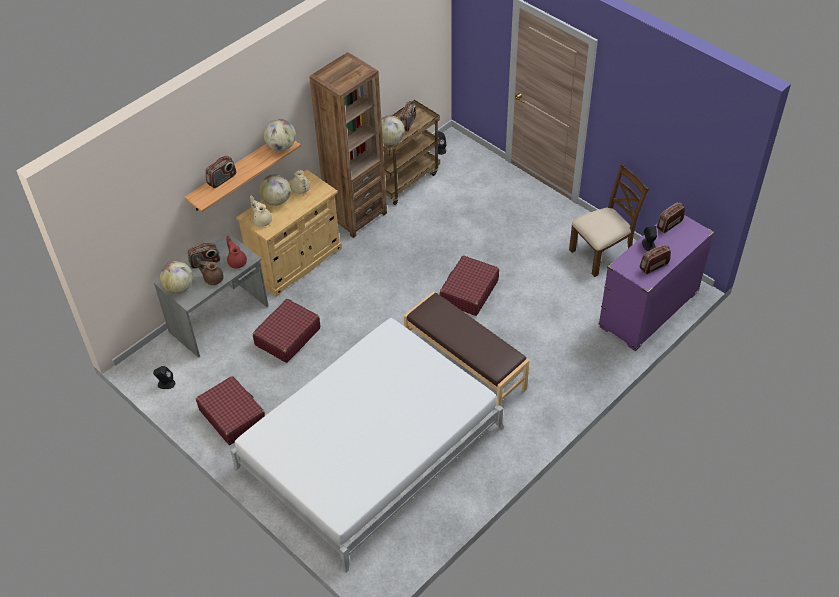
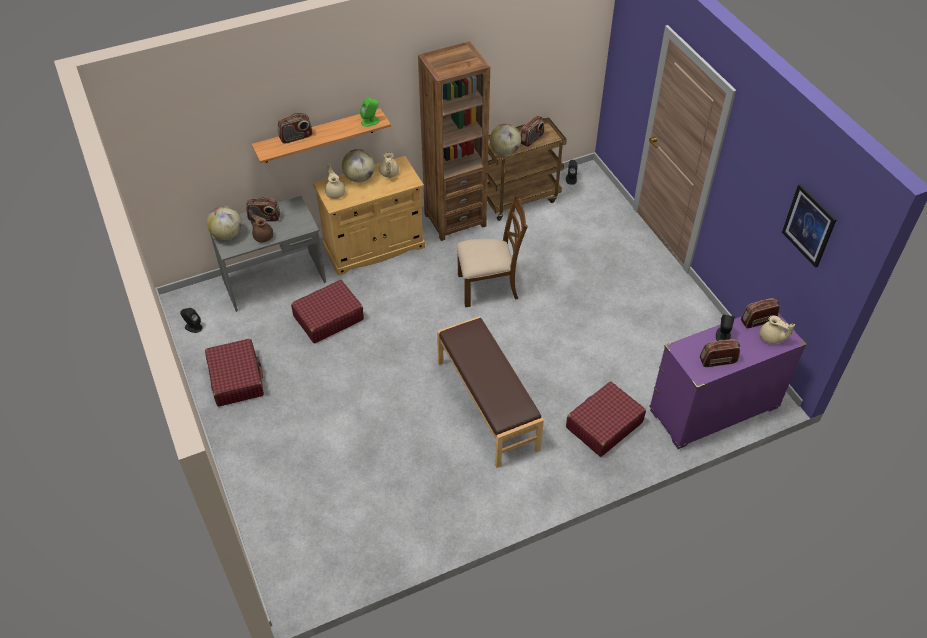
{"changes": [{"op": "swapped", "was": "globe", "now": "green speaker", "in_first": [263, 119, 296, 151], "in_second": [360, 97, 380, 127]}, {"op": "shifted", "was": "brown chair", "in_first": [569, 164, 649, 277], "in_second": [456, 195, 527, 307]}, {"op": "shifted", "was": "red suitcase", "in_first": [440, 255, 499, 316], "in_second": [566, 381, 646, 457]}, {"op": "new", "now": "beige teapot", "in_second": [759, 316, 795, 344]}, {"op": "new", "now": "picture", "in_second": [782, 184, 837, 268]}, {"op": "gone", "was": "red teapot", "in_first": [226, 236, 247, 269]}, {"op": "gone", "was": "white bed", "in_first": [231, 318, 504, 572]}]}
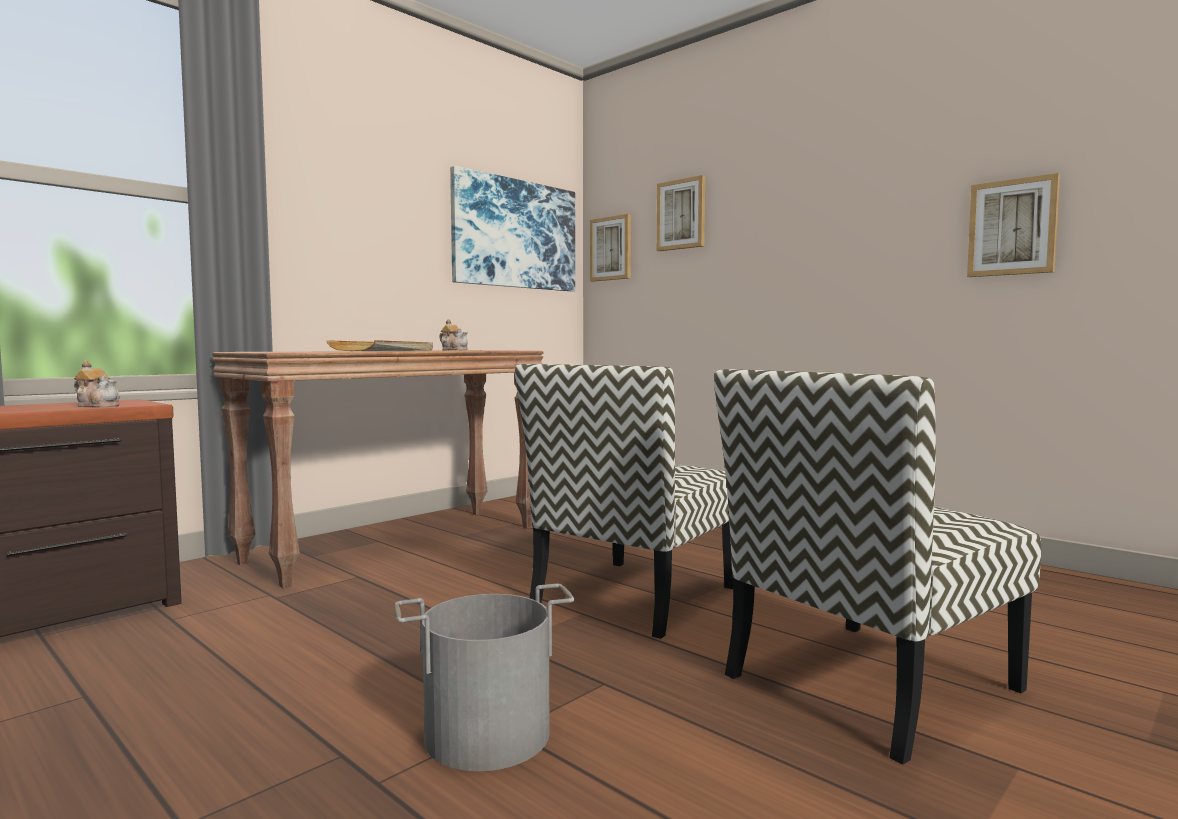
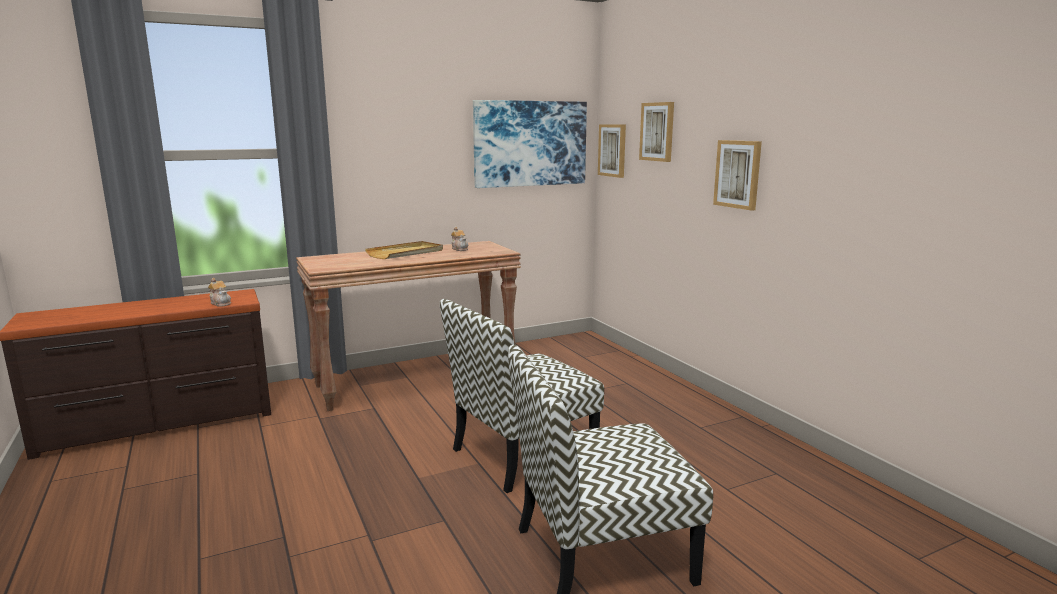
{"changes": [{"op": "shifted", "was": "picture", "in_first": [967, 173, 1060, 277], "in_second": [713, 140, 762, 211]}, {"op": "gone", "was": "grey bucket", "in_first": [394, 584, 575, 771]}]}
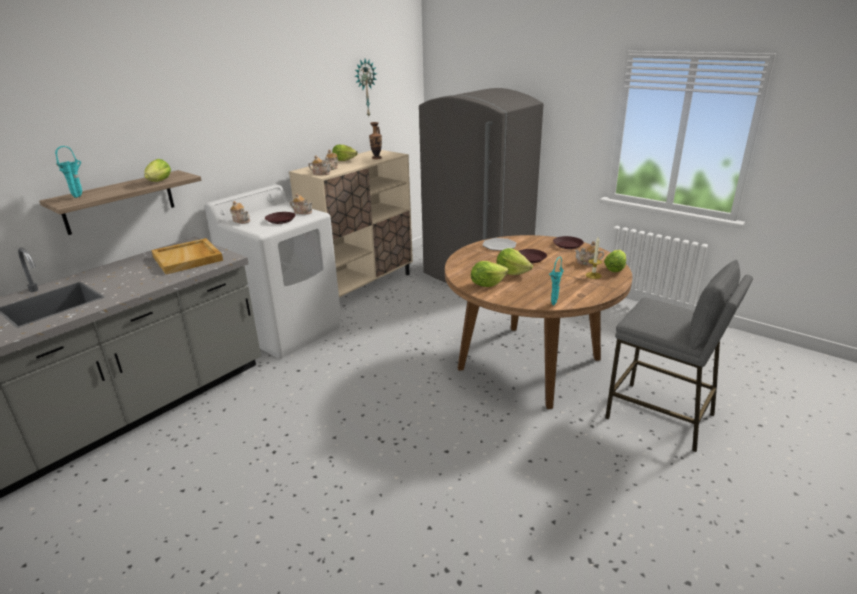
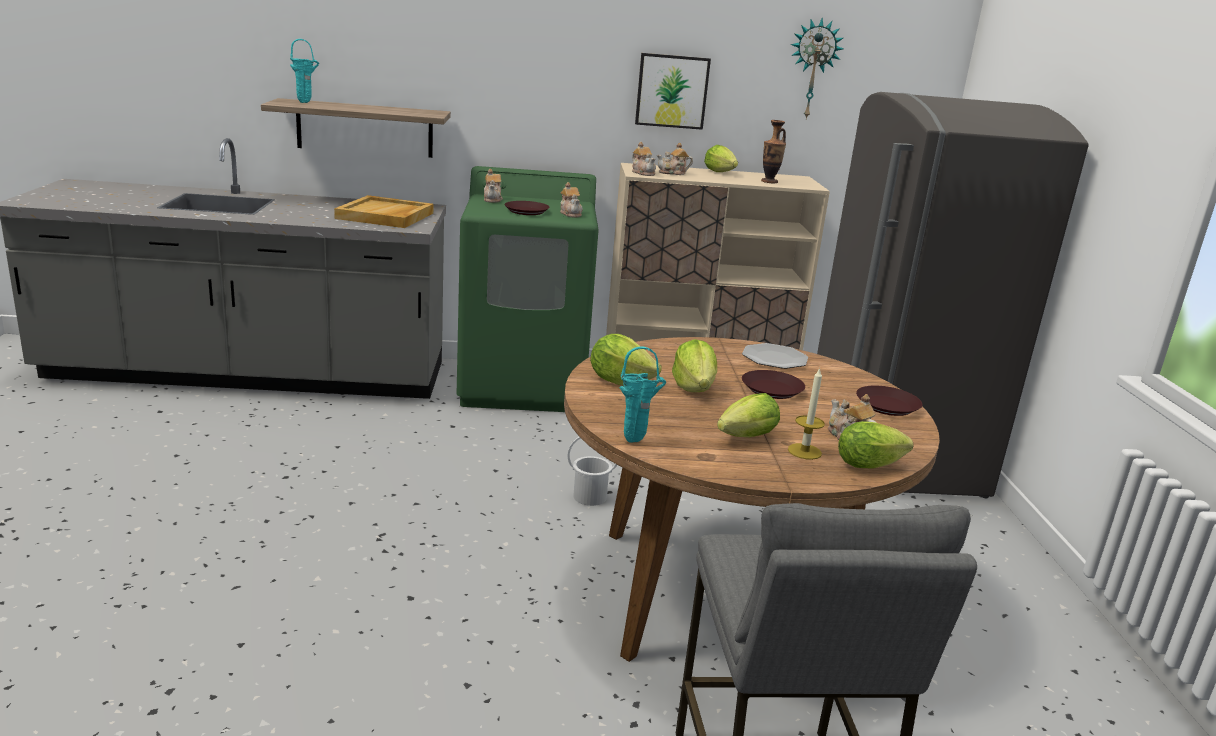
{"changes": [{"op": "repainted", "was": "white washing machine", "now": "green washing machine", "in_first": [205, 184, 341, 359], "in_second": [457, 166, 599, 412]}, {"op": "new", "now": "white bucket", "in_second": [568, 437, 617, 506]}, {"op": "new", "now": "picture", "in_second": [635, 53, 711, 130]}, {"op": "shifted", "was": "lettuce", "in_first": [144, 159, 171, 182], "in_second": [717, 393, 780, 437]}]}
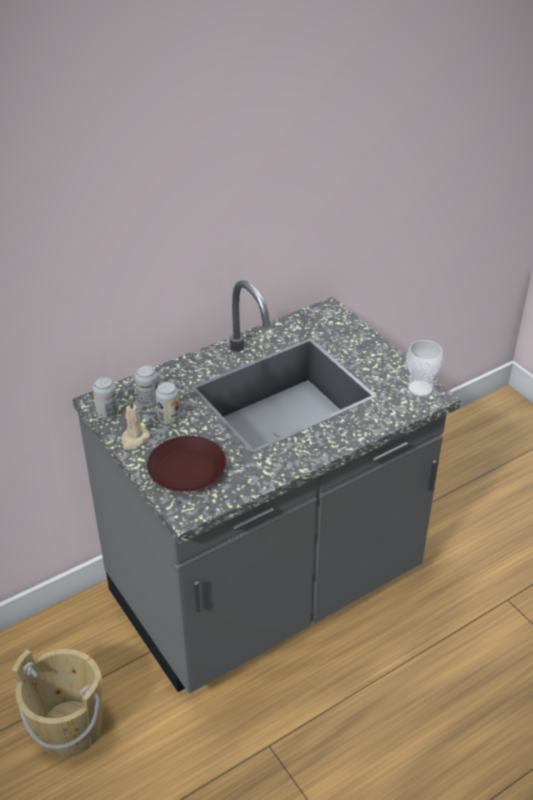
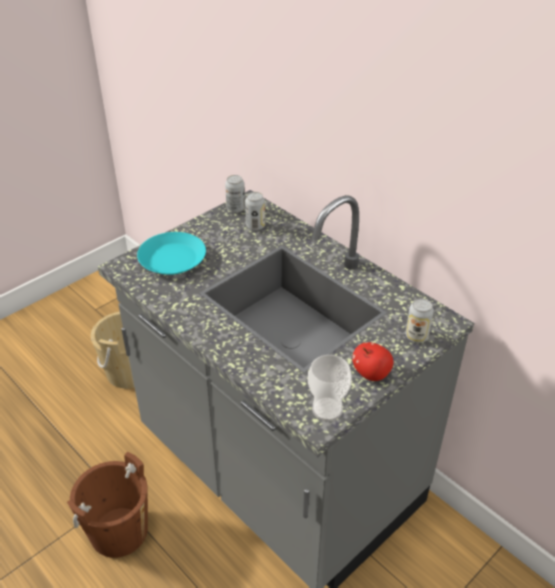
{"changes": [{"op": "new", "now": "brown bucket", "in_second": [67, 452, 148, 558]}, {"op": "repainted", "was": "brown plate", "now": "turquoise plate", "in_first": [147, 436, 226, 492], "in_second": [137, 232, 206, 275]}, {"op": "new", "now": "apple", "in_second": [352, 342, 393, 381]}, {"op": "shifted", "was": "can", "in_first": [155, 382, 180, 424], "in_second": [406, 298, 434, 343]}, {"op": "gone", "was": "beige candle", "in_first": [121, 399, 150, 450]}]}
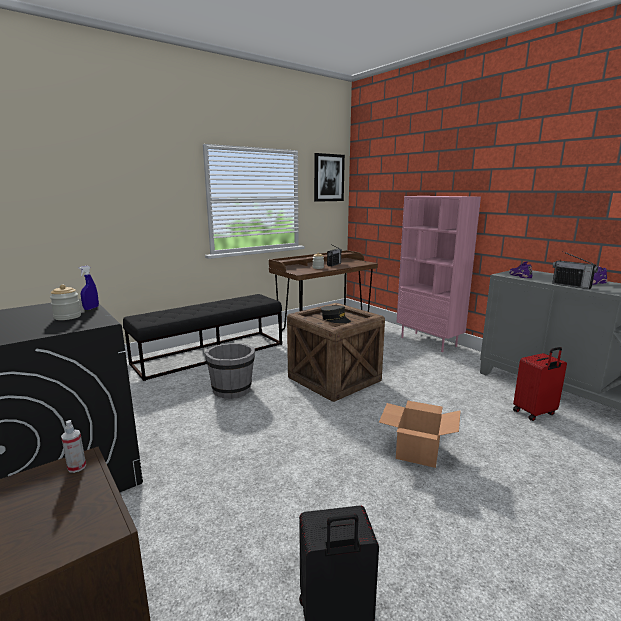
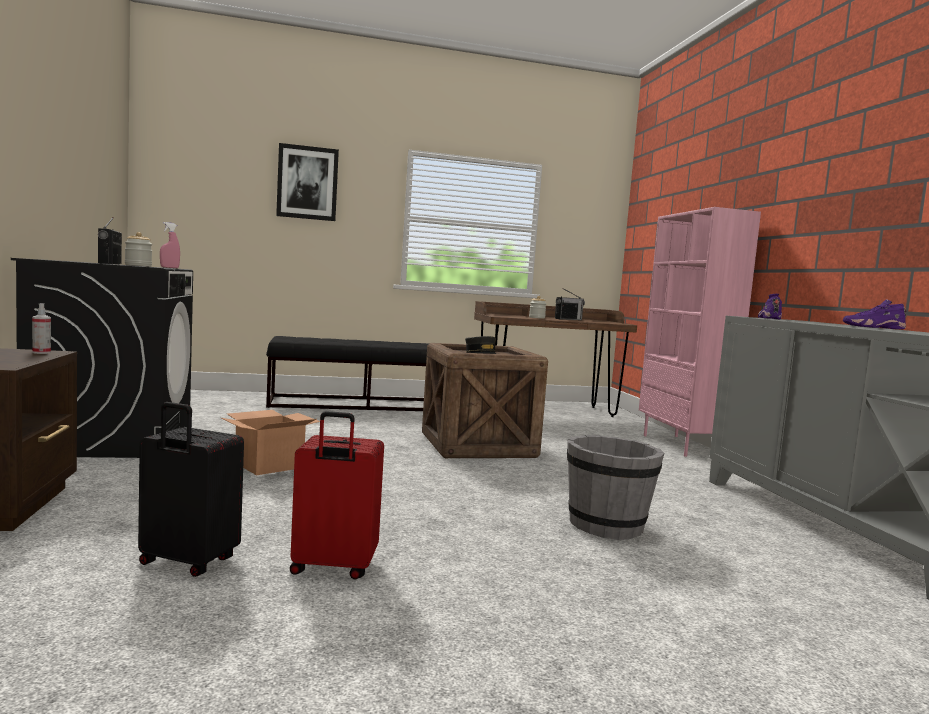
{"changes": [{"op": "shifted", "was": "radio", "in_first": [552, 251, 598, 289], "in_second": [98, 217, 122, 264]}, {"op": "repainted", "was": "blue spray bottle", "now": "pink spray bottle", "in_first": [78, 266, 99, 310], "in_second": [160, 222, 180, 268]}, {"op": "shifted", "was": "cardboard box", "in_first": [379, 400, 461, 468], "in_second": [221, 410, 320, 475]}, {"op": "shifted", "was": "picture", "in_first": [314, 153, 345, 202], "in_second": [276, 143, 339, 221]}, {"op": "shifted", "was": "red suitcase", "in_first": [513, 347, 567, 421], "in_second": [290, 411, 384, 580]}, {"op": "shifted", "was": "grey bucket", "in_first": [205, 343, 255, 399], "in_second": [567, 435, 664, 540]}]}
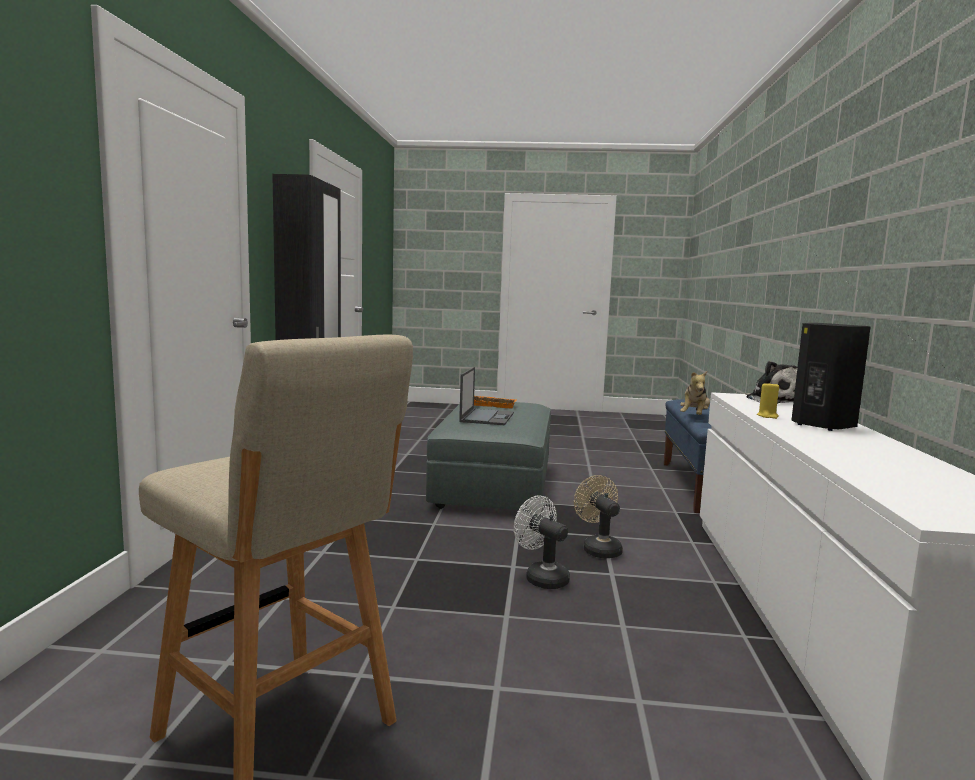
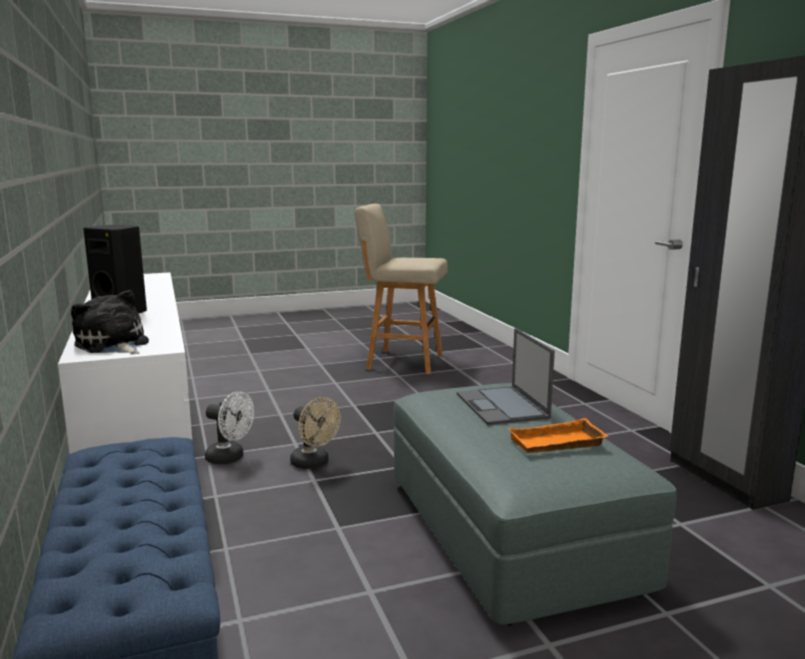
{"changes": [{"op": "shifted", "was": "white fan", "in_first": [514, 495, 570, 589], "in_second": [205, 391, 254, 464]}, {"op": "gone", "was": "plush toy", "in_first": [680, 371, 710, 415]}, {"op": "gone", "was": "yellow candle", "in_first": [757, 381, 779, 419]}]}
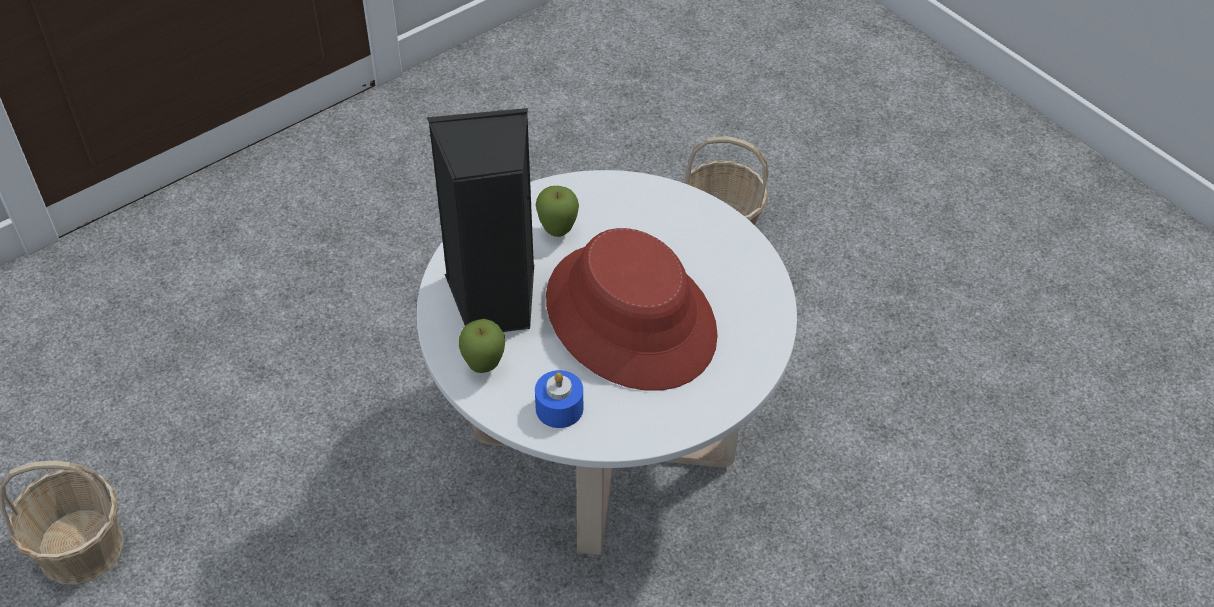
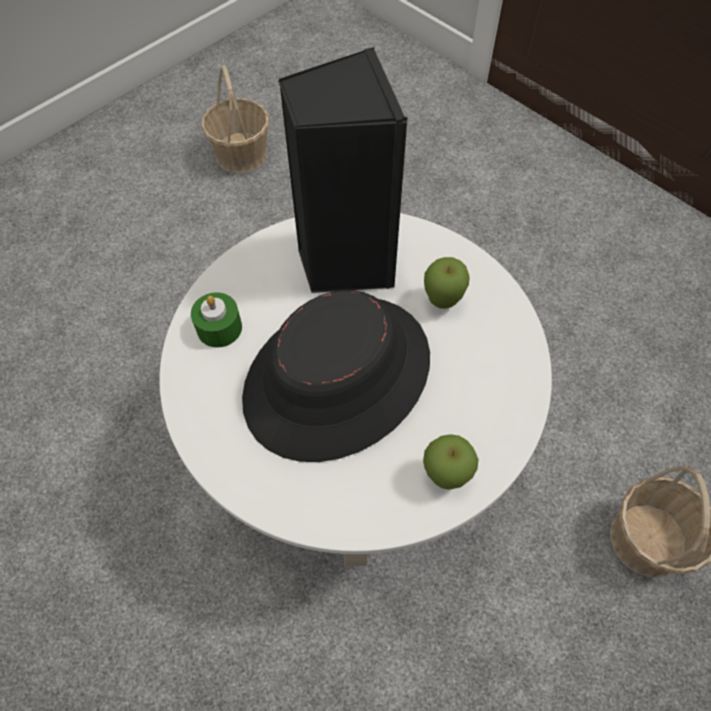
{"changes": [{"op": "repainted", "was": "blue candle", "now": "green candle", "in_first": [535, 370, 583, 428], "in_second": [191, 292, 242, 348]}, {"op": "repainted", "was": "red hat", "now": "black hat", "in_first": [546, 228, 718, 391], "in_second": [242, 290, 430, 462]}, {"op": "shifted", "was": "apple", "in_first": [459, 319, 505, 373], "in_second": [423, 434, 479, 490]}]}
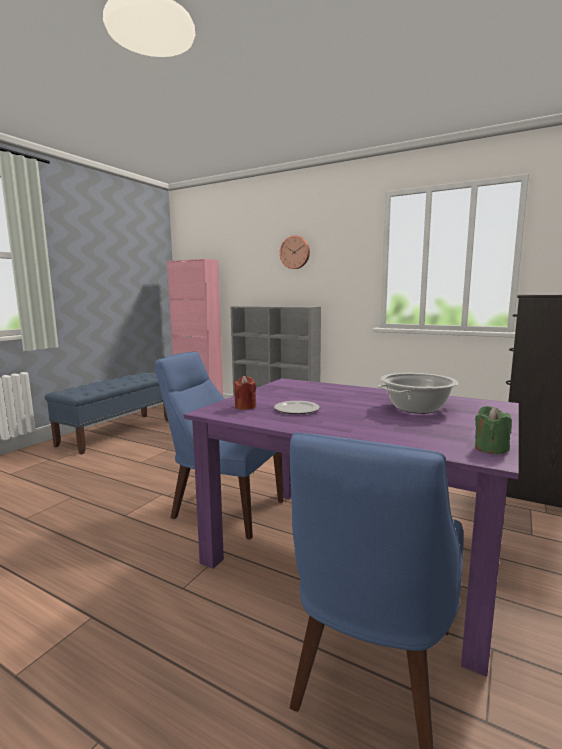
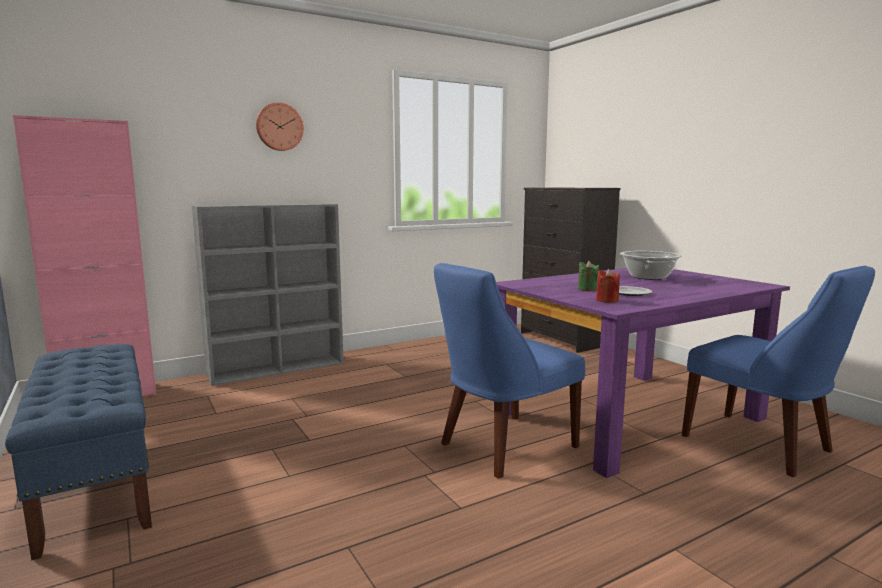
{"changes": [{"op": "shifted", "was": "green candle", "in_first": [475, 406, 512, 454], "in_second": [578, 261, 599, 291]}]}
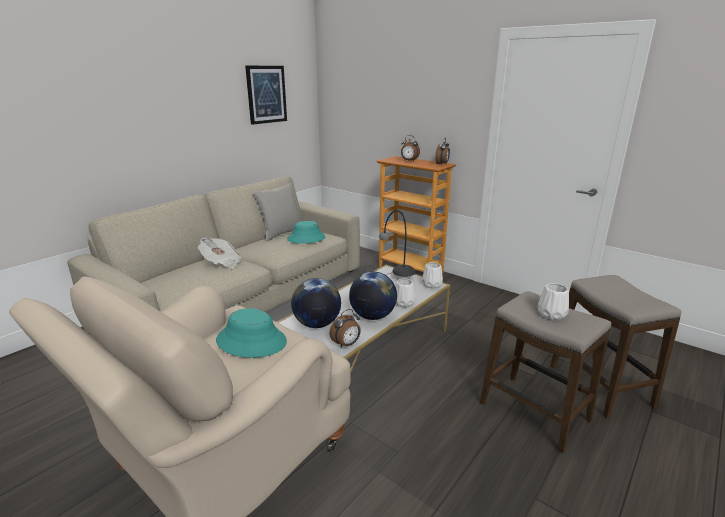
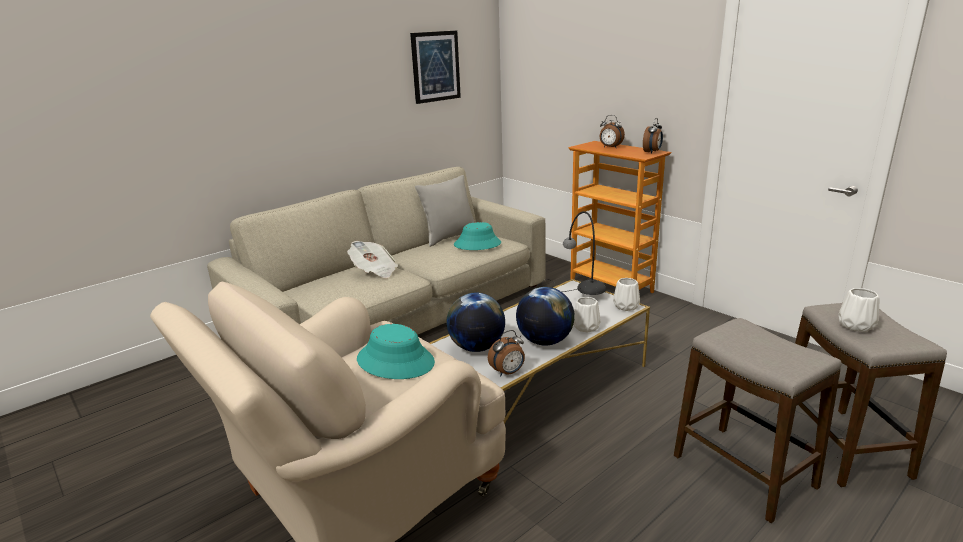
{"changes": [{"op": "shifted", "was": "white vase", "in_first": [538, 283, 569, 320], "in_second": [838, 288, 879, 332]}]}
